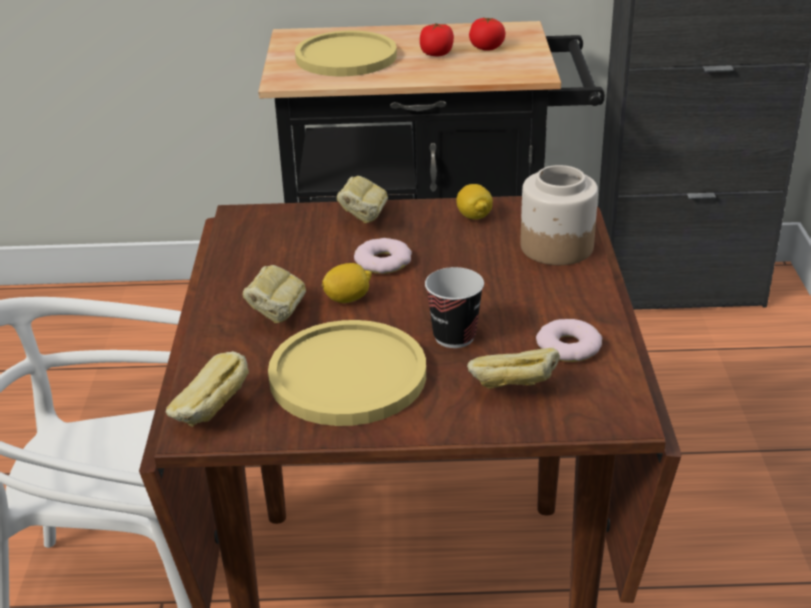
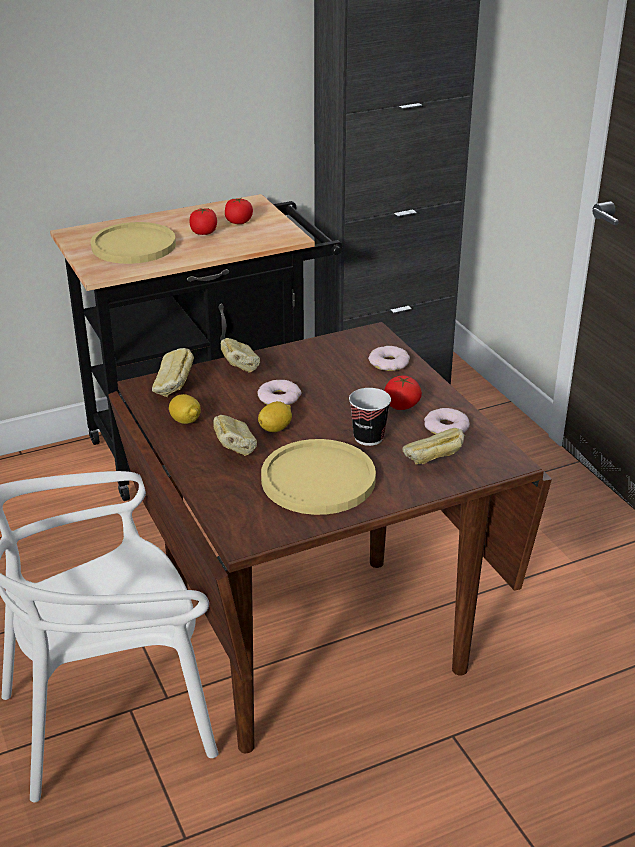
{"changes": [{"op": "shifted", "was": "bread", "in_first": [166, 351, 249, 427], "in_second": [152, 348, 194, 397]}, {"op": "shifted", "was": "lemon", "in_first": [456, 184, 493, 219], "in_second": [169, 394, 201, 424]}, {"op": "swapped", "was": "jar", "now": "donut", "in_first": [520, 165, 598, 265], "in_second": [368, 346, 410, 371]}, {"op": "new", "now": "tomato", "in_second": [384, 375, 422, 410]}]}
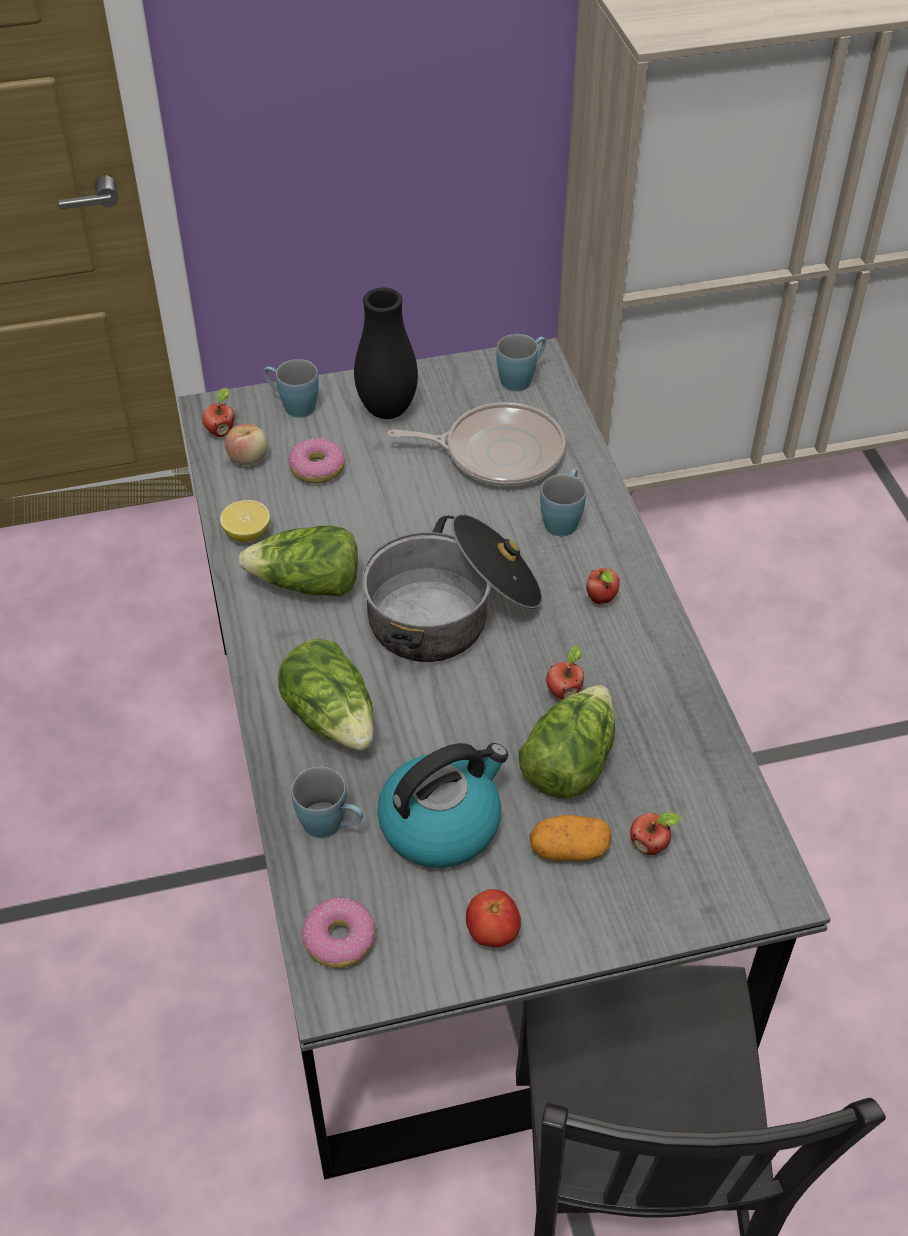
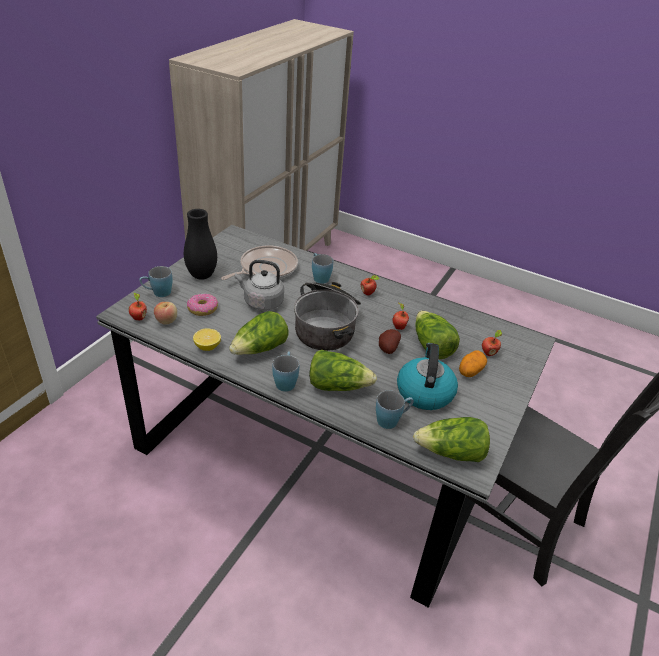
{"changes": [{"op": "new", "now": "grey kettle", "in_second": [235, 260, 284, 311]}, {"op": "shifted", "was": "blue mug", "in_first": [497, 334, 546, 391], "in_second": [272, 352, 299, 392]}, {"op": "new", "now": "potato", "in_second": [379, 329, 401, 354]}, {"op": "swapped", "was": "donut", "now": "lettuce", "in_first": [302, 897, 375, 968], "in_second": [413, 417, 490, 462]}, {"op": "gone", "was": "tomato", "in_first": [466, 889, 521, 947]}]}
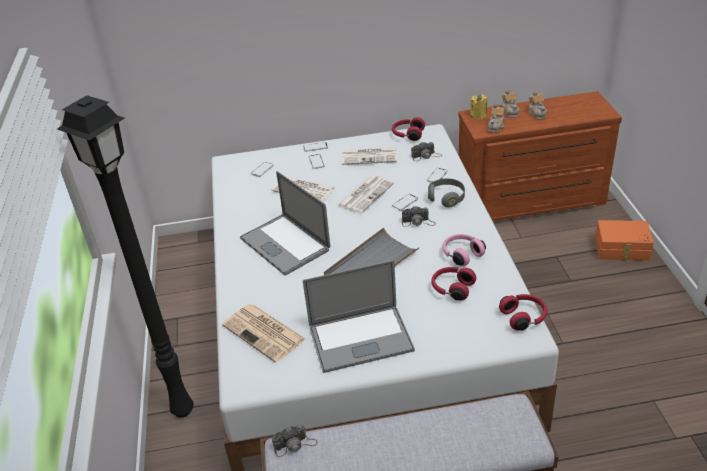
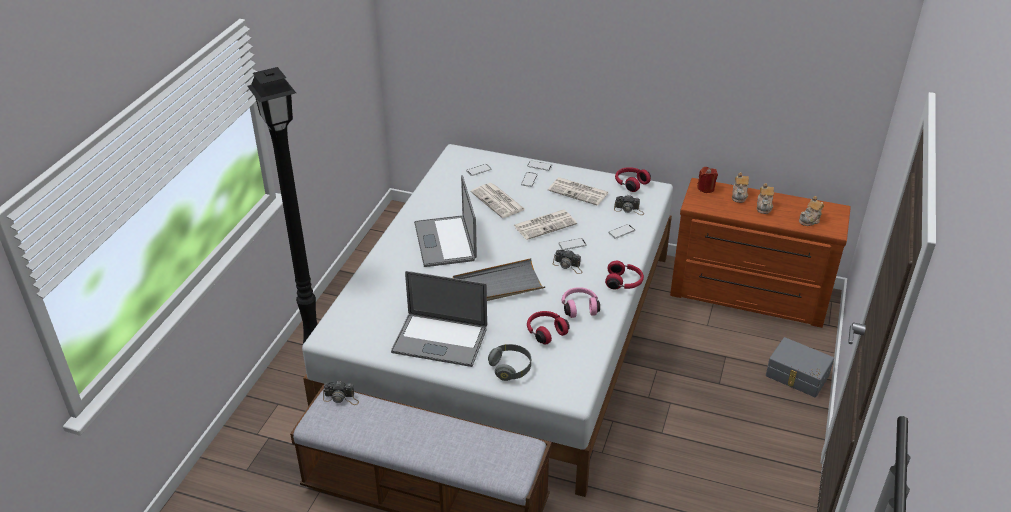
{"changes": [{"op": "shifted", "was": "grey headphones", "in_first": [428, 178, 465, 208], "in_second": [488, 344, 531, 381]}, {"op": "shifted", "was": "red headphones", "in_first": [499, 294, 547, 331], "in_second": [605, 261, 644, 290]}, {"op": "repainted", "was": "yellow candle", "now": "red candle", "in_first": [470, 94, 488, 119], "in_second": [697, 167, 718, 193]}, {"op": "repainted", "was": "orange storage box", "now": "grey storage box", "in_first": [595, 220, 654, 261], "in_second": [766, 337, 834, 397]}, {"op": "shifted", "was": "teapot", "in_first": [487, 103, 505, 133], "in_second": [799, 196, 824, 226]}, {"op": "gone", "was": "newspaper", "in_first": [222, 304, 306, 362]}]}
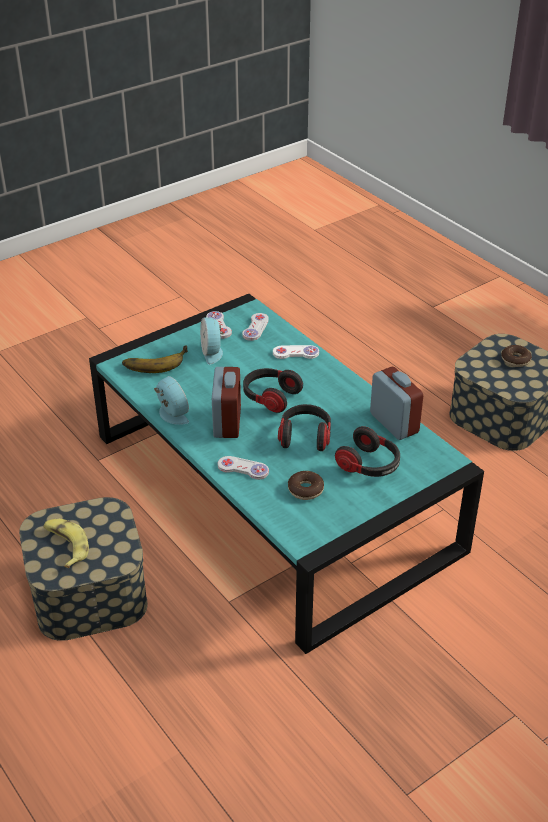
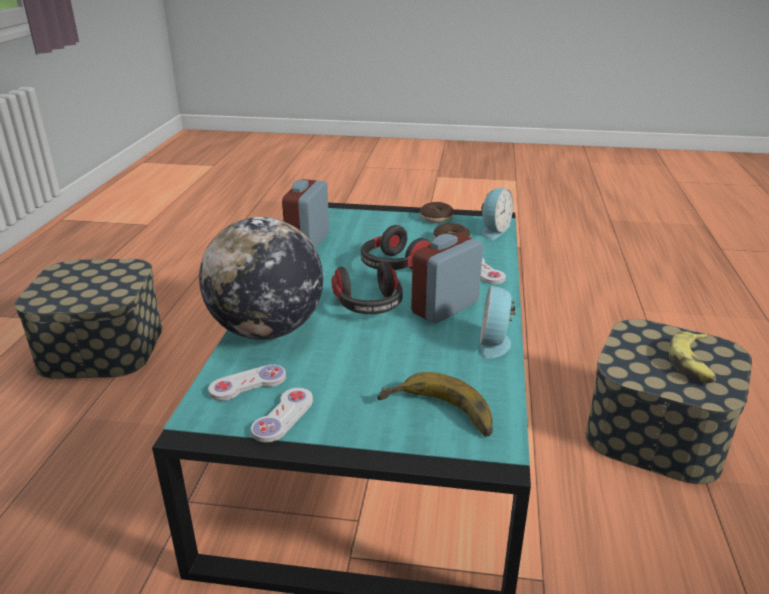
{"changes": [{"op": "swapped", "was": "white game controller", "now": "globe", "in_first": [273, 345, 319, 359], "in_second": [199, 217, 323, 340]}, {"op": "shifted", "was": "donut", "in_first": [501, 345, 532, 367], "in_second": [420, 202, 454, 223]}, {"op": "shifted", "was": "alarm clock", "in_first": [200, 317, 224, 365], "in_second": [481, 188, 513, 240]}, {"op": "gone", "was": "headphones", "in_first": [335, 426, 400, 477]}]}
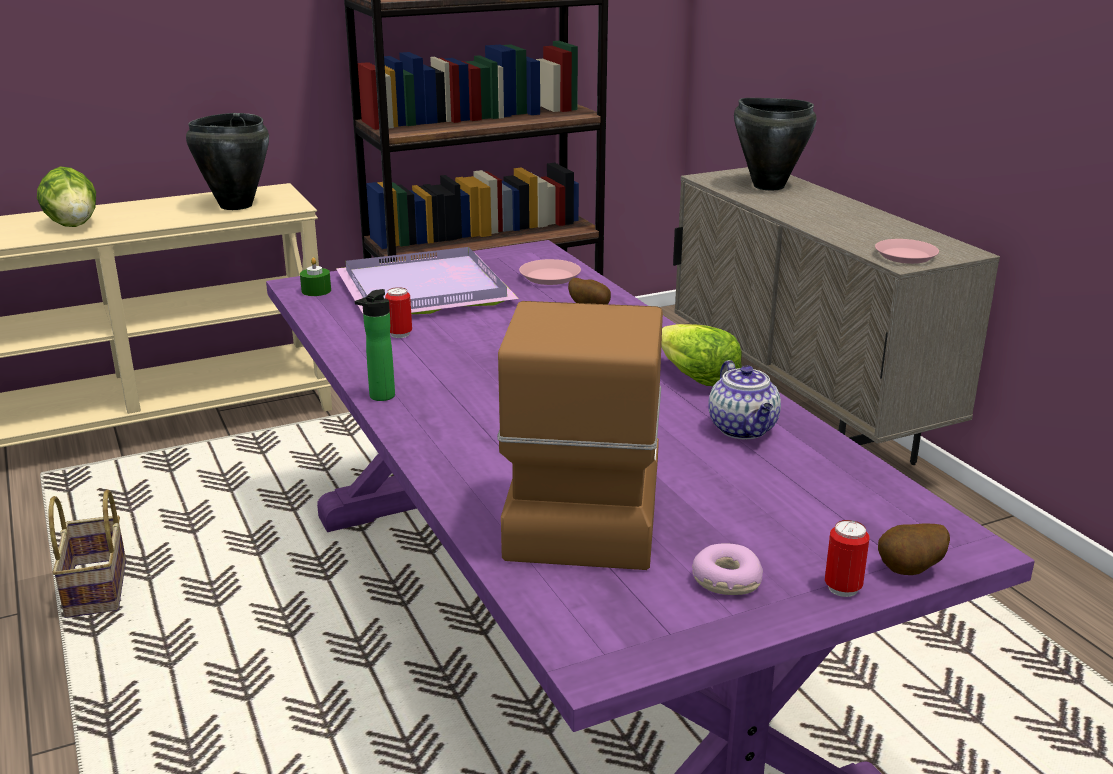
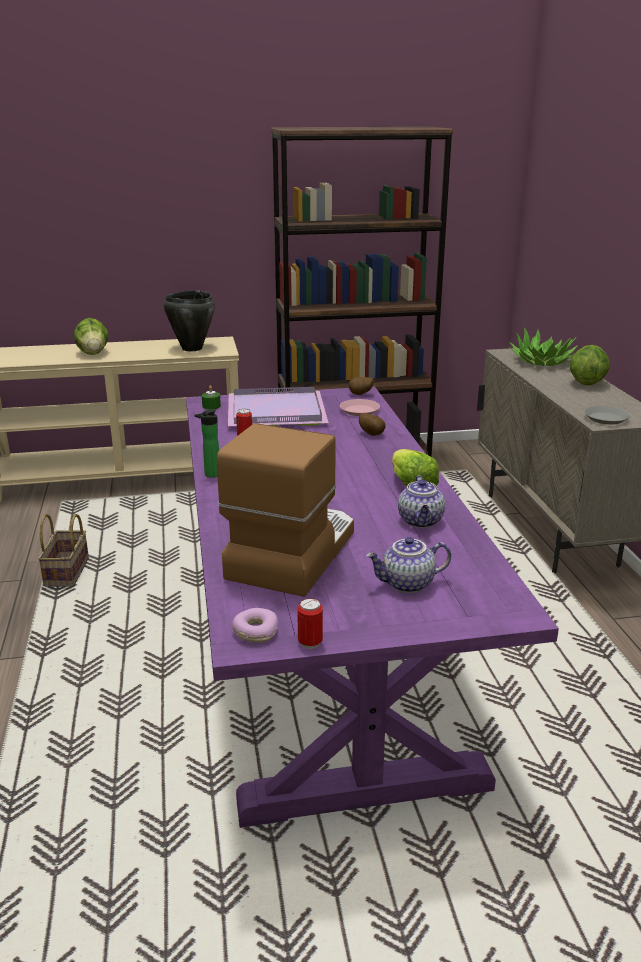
{"changes": [{"op": "shifted", "was": "donut", "in_first": [693, 543, 763, 595], "in_second": [232, 608, 278, 643]}, {"op": "shifted", "was": "can", "in_first": [825, 520, 870, 597], "in_second": [297, 598, 323, 649]}, {"op": "shifted", "was": "potato", "in_first": [878, 524, 950, 575], "in_second": [349, 377, 374, 395]}, {"op": "new", "now": "teapot", "in_second": [366, 537, 451, 593]}, {"op": "swapped", "was": "black cooking pot", "now": "potted plant", "in_first": [734, 98, 817, 191], "in_second": [509, 327, 578, 366]}, {"op": "new", "now": "lettuce", "in_second": [569, 345, 610, 386]}, {"op": "repainted", "was": "pink plate", "now": "grey plate", "in_first": [875, 239, 939, 264], "in_second": [584, 406, 630, 424]}]}
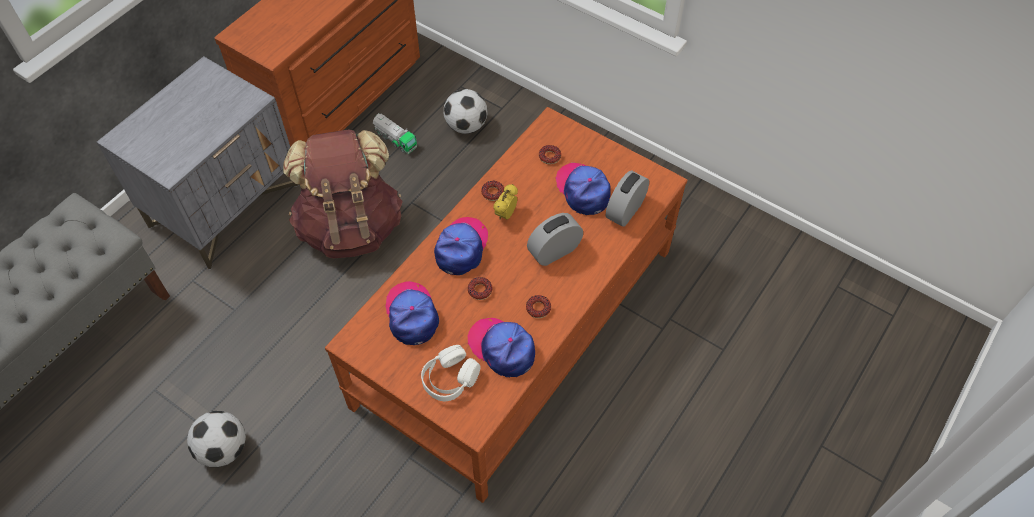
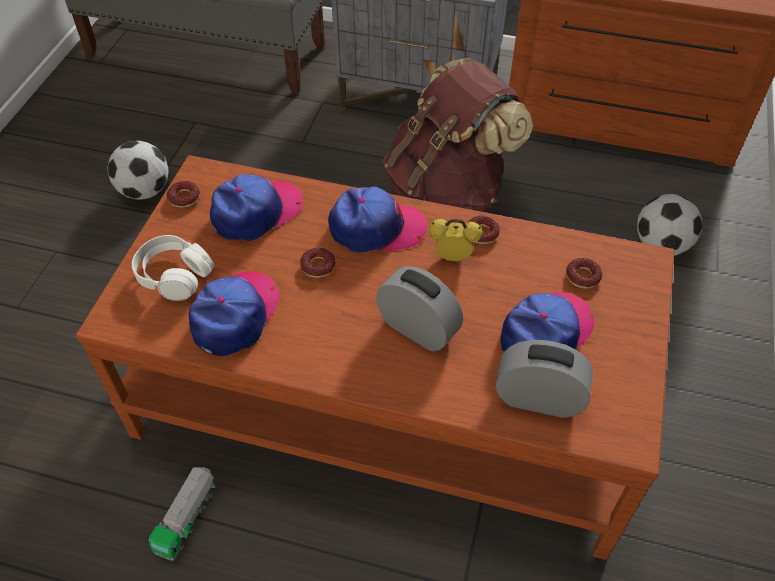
{"changes": [{"op": "shifted", "was": "toy truck", "in_first": [373, 113, 417, 154], "in_second": [147, 467, 215, 560]}, {"op": "shifted", "was": "donut", "in_first": [526, 295, 551, 318], "in_second": [167, 181, 200, 208]}]}
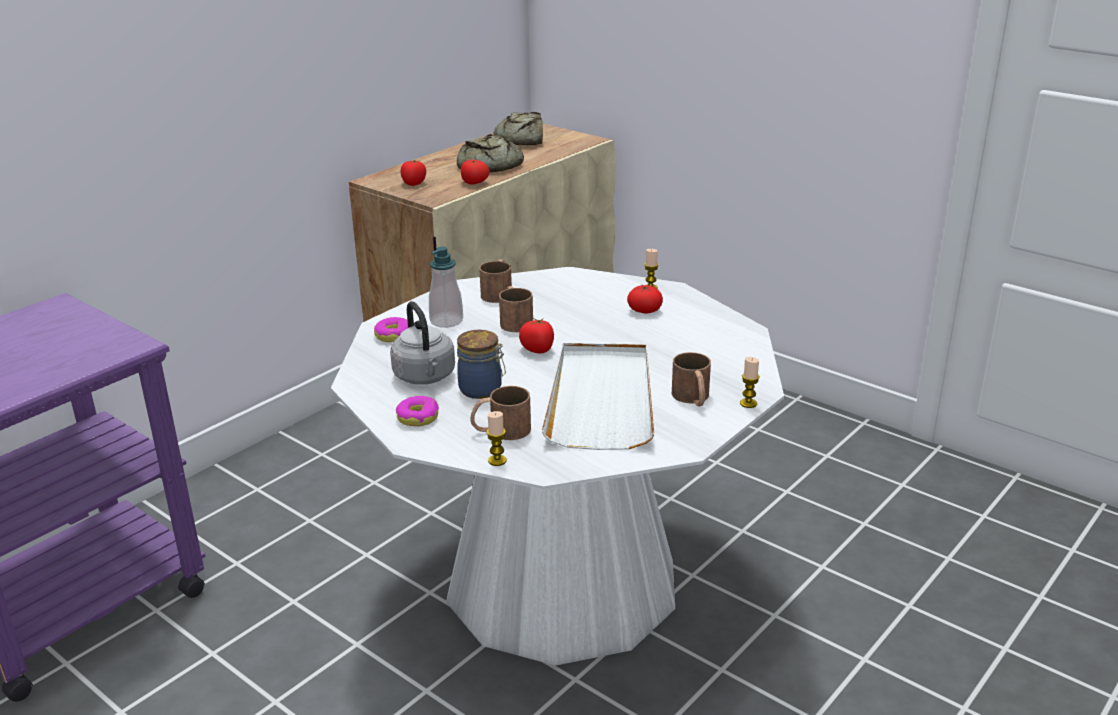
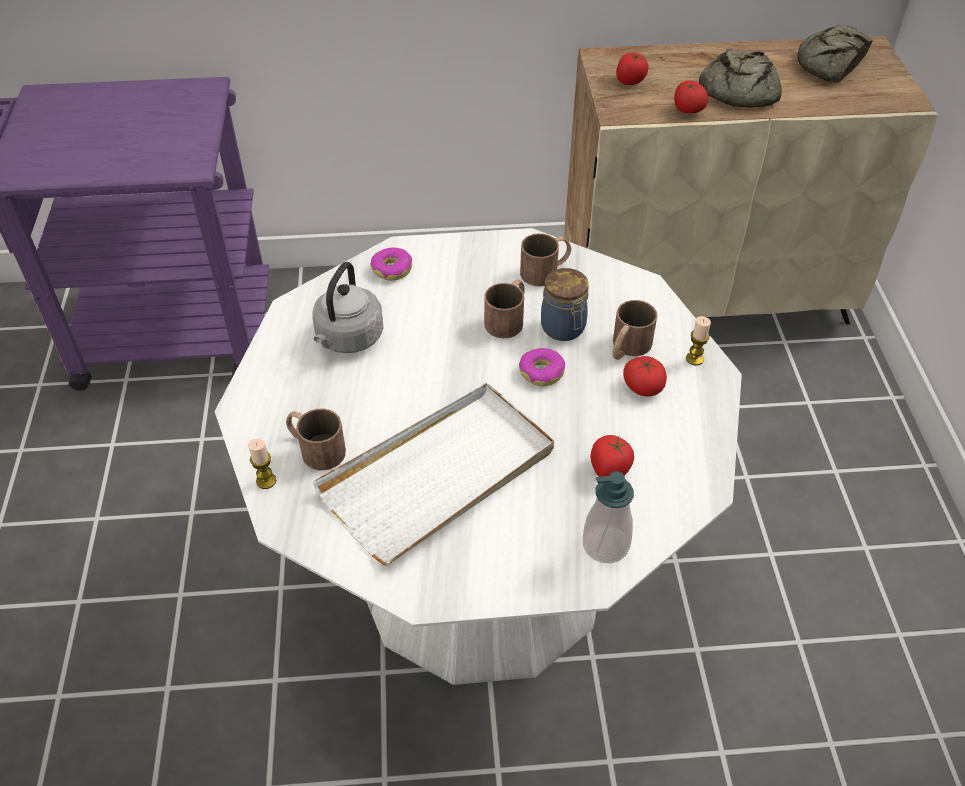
{"changes": [{"op": "shifted", "was": "donut", "in_first": [396, 396, 439, 426], "in_second": [519, 348, 565, 386]}, {"op": "shifted", "was": "jar", "in_first": [457, 330, 506, 399], "in_second": [541, 268, 589, 341]}, {"op": "shifted", "was": "soap dispenser", "in_first": [429, 247, 463, 328], "in_second": [583, 471, 634, 563]}, {"op": "shifted", "was": "tomato", "in_first": [519, 318, 554, 353], "in_second": [591, 435, 634, 477]}, {"op": "shifted", "was": "brown mug", "in_first": [672, 352, 711, 406], "in_second": [612, 300, 658, 360]}, {"op": "gone", "was": "candle", "in_first": [740, 357, 760, 408]}]}
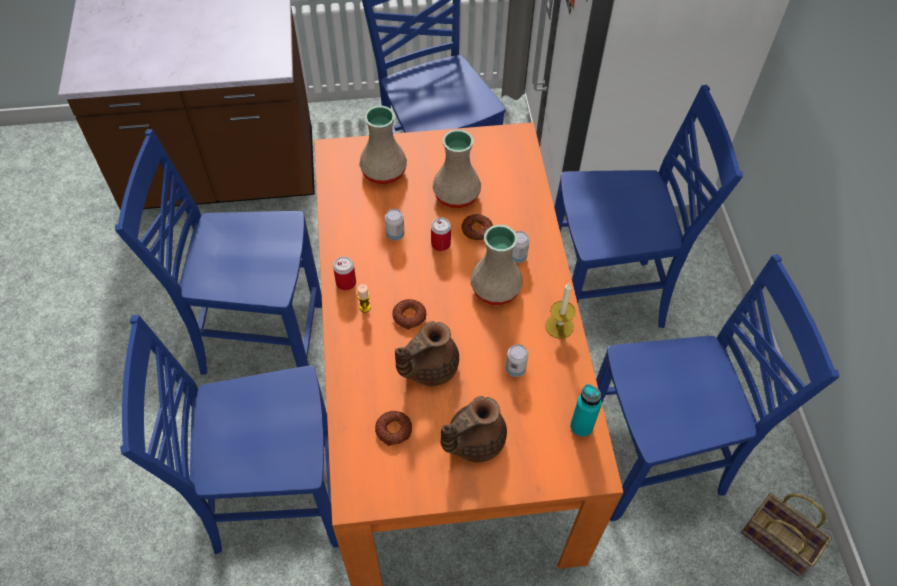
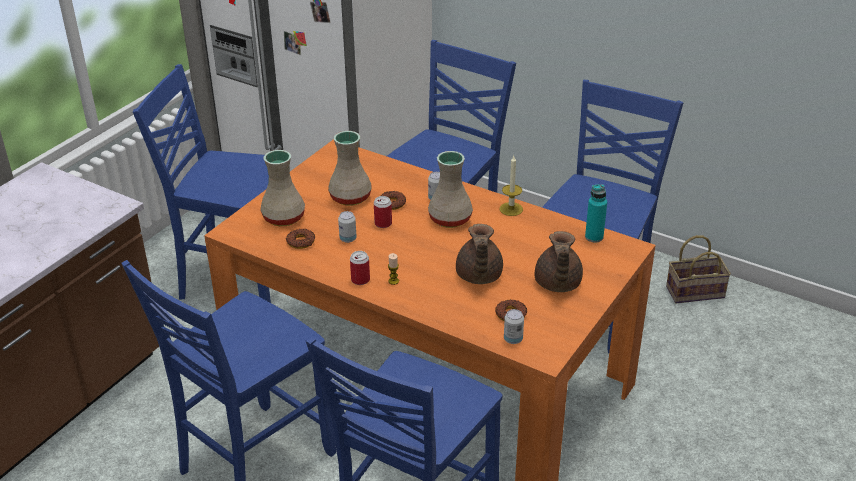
{"changes": [{"op": "shifted", "was": "donut", "in_first": [392, 299, 427, 330], "in_second": [286, 229, 315, 249]}, {"op": "shifted", "was": "can", "in_first": [506, 344, 528, 377], "in_second": [504, 309, 524, 344]}]}
